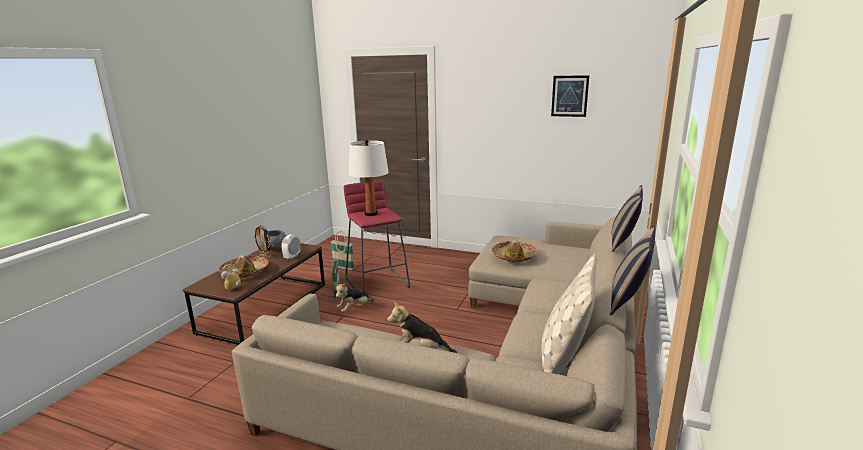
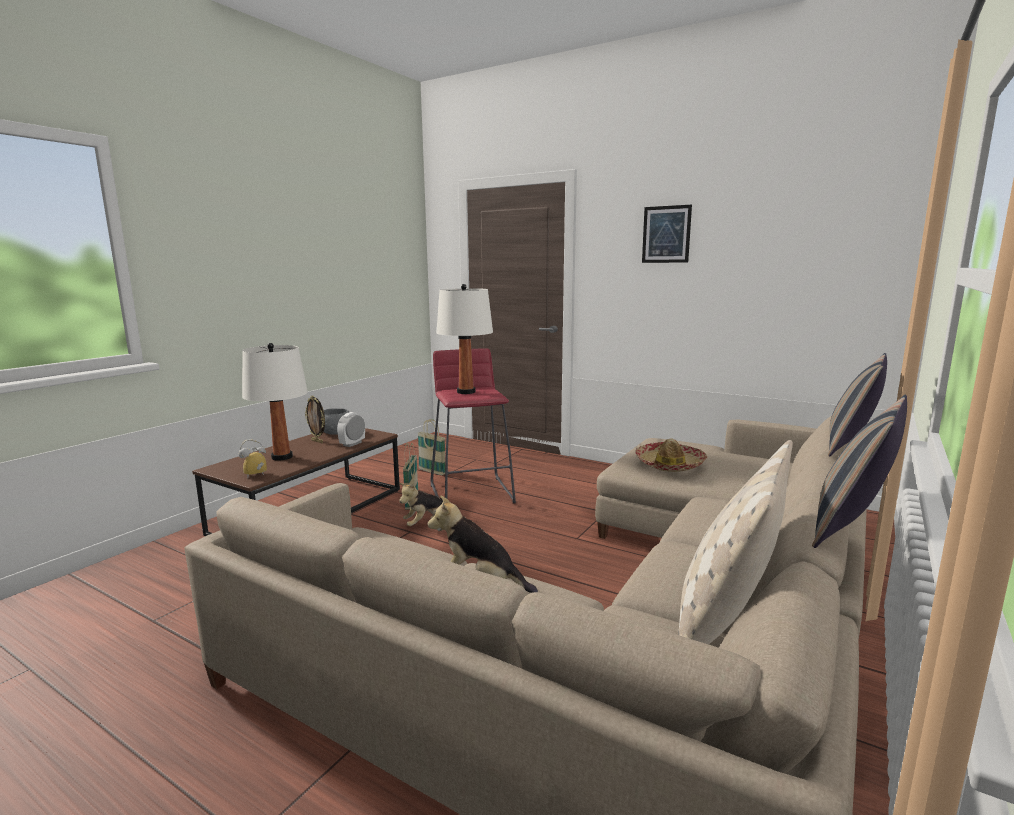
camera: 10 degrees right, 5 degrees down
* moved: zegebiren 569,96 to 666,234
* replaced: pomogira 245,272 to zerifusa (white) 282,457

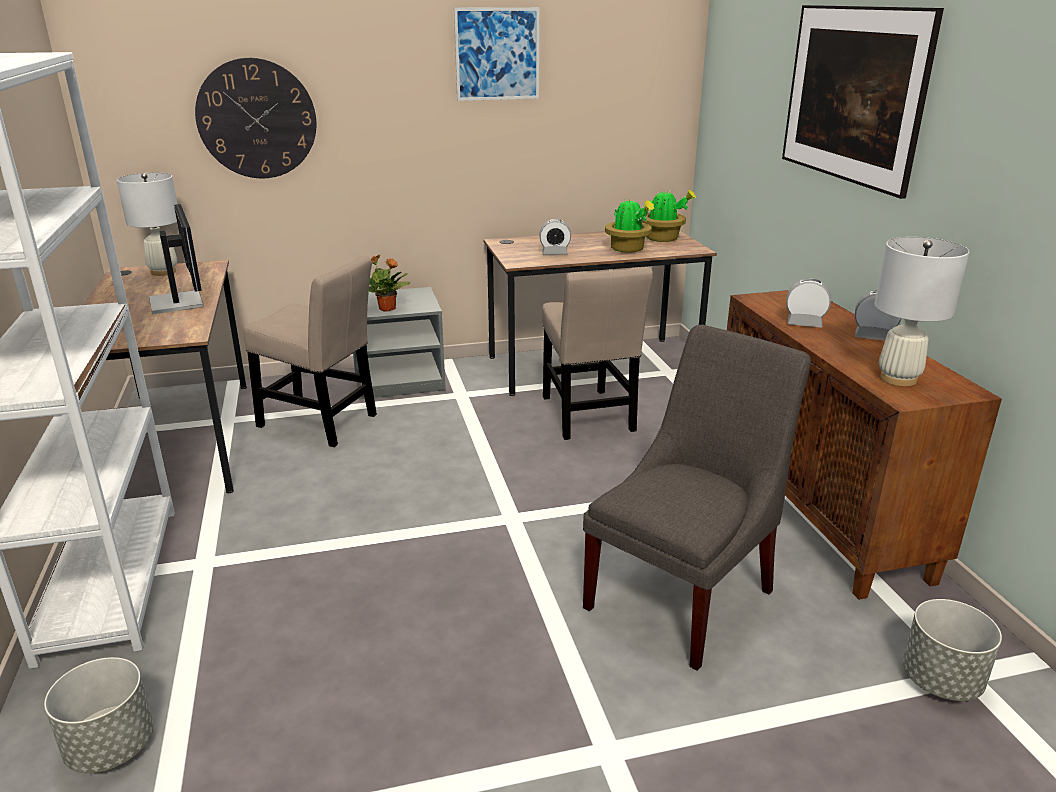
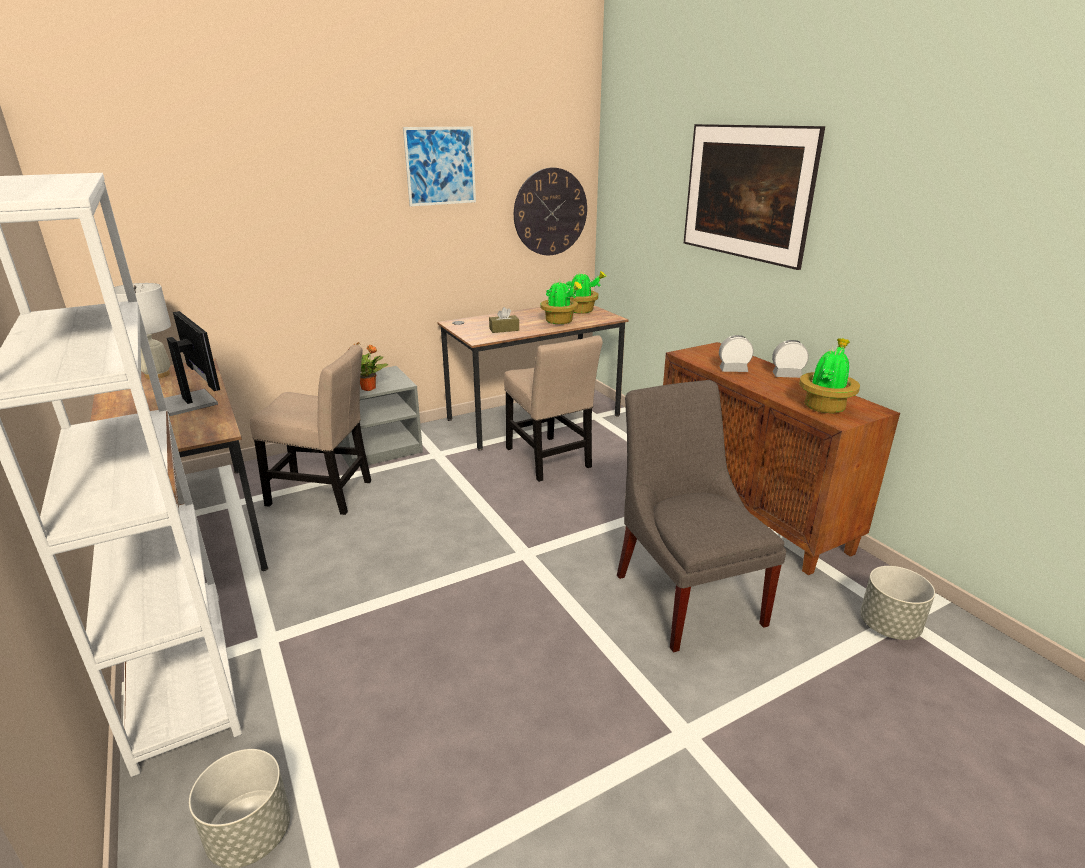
camera: 15 degrees left, 0 degrees up
* moved: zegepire 257,119 to 550,212
* replaced: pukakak 554,253 to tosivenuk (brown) 504,329
* replaced: zerifusa (white) 898,379 to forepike 824,406
* turned: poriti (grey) 685,595 = 686,594 45 degrees counterclockwise

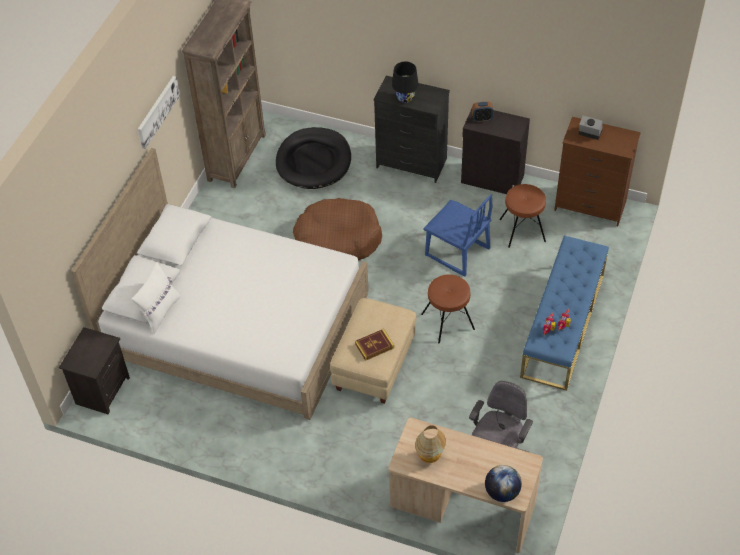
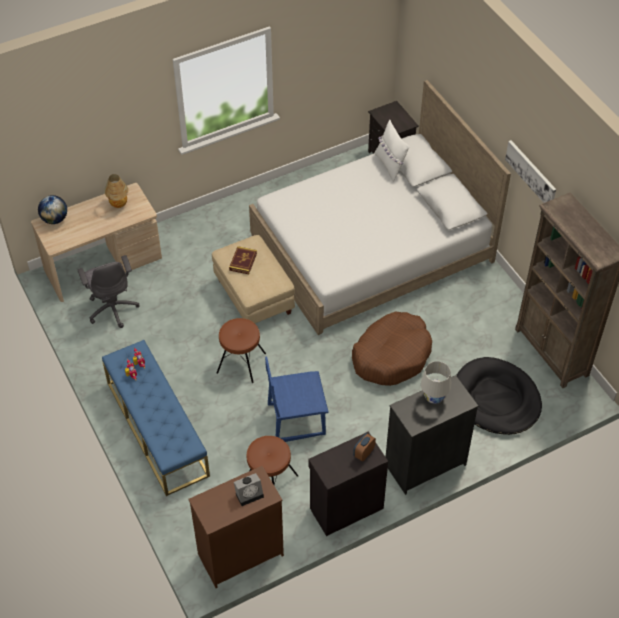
camera: 130 degrees right, 0 degrees up
* recoloured: zerifusa (black) 405,98 to zerifusa (white) 433,397

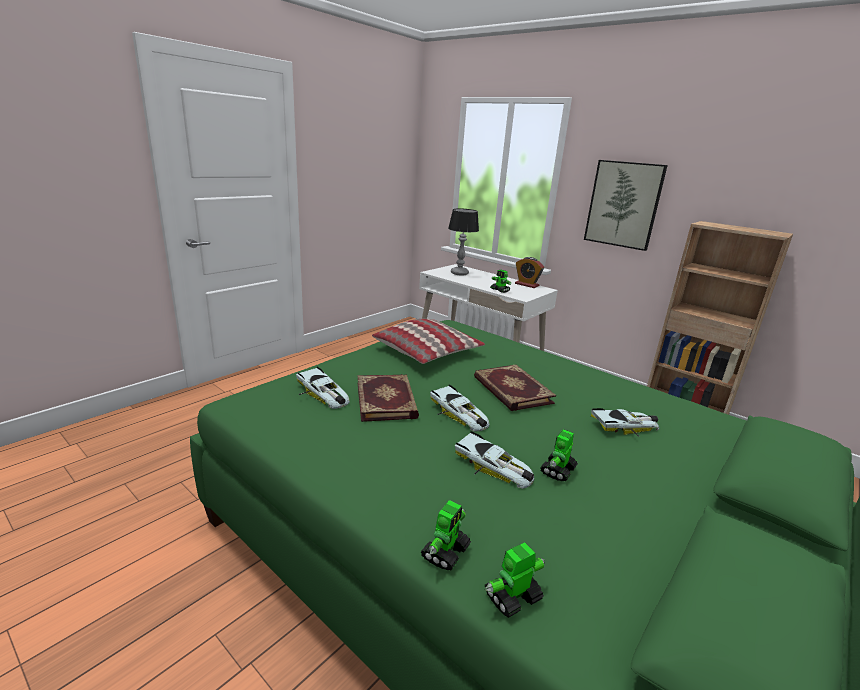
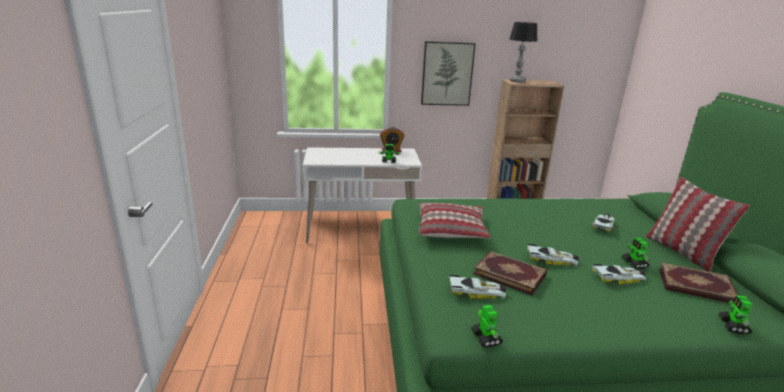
camera: 45 degrees left, 0 degrees up
* added: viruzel 682,252
* moved: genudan 446,552 to 485,338
* moved: zerifusa 459,273 to 517,81
* moved: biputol 511,390 to 696,286

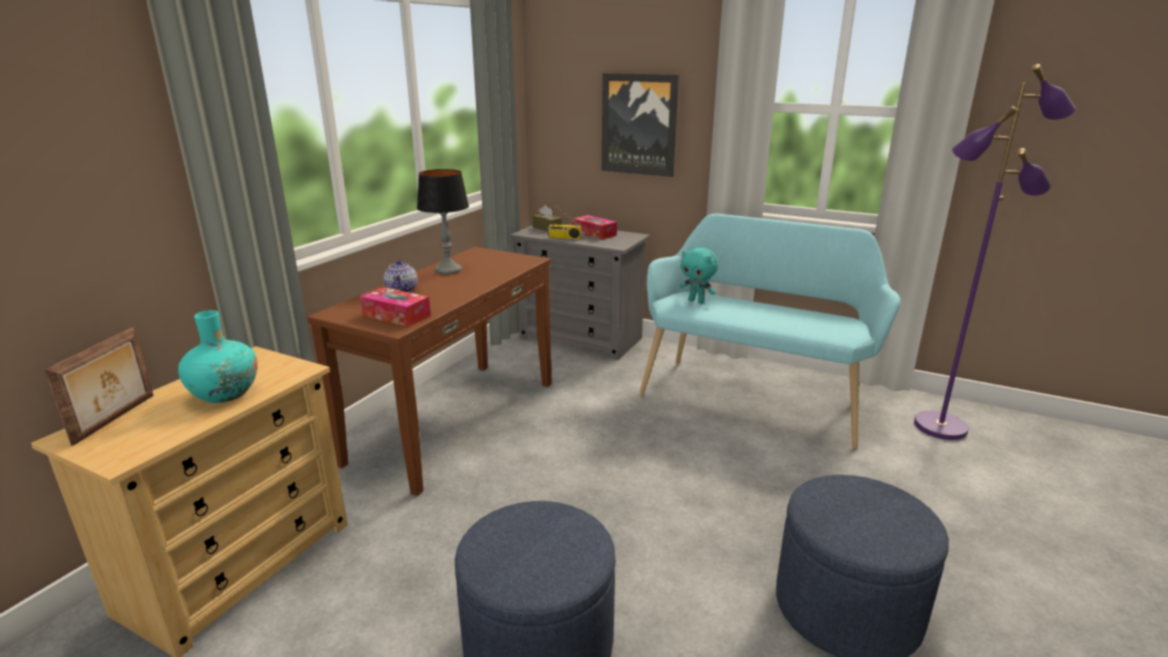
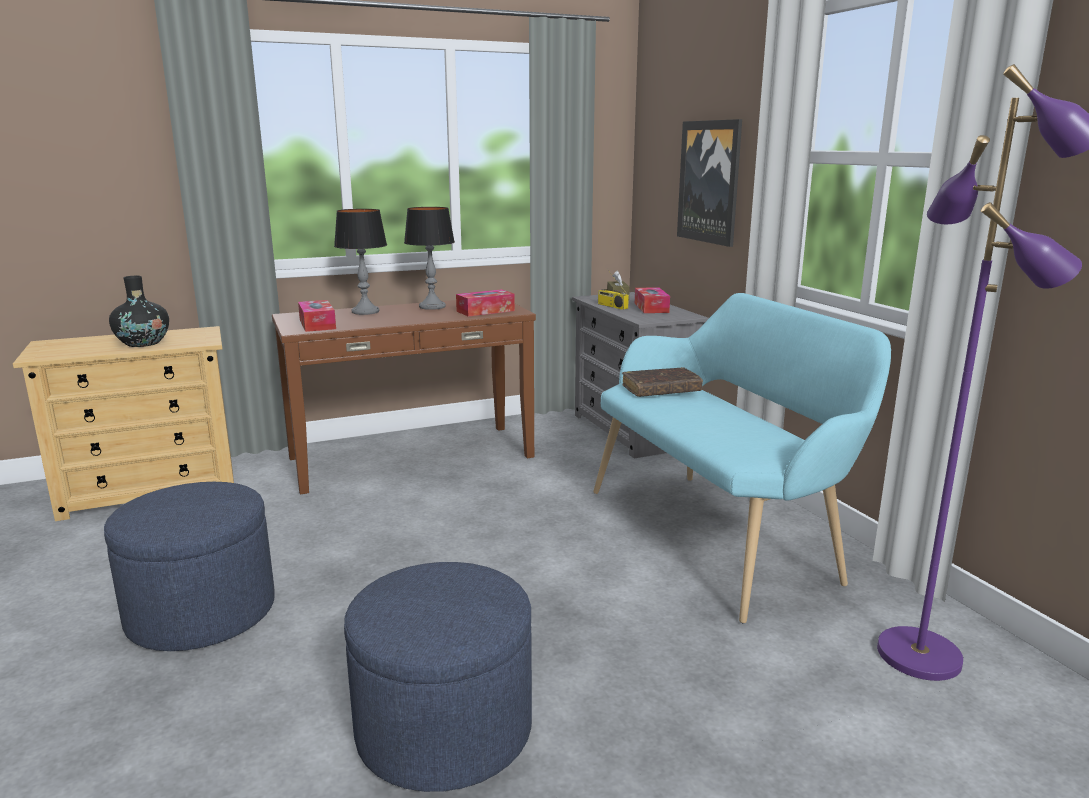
camera: 40 degrees right, 5 degrees down
* removed: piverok 116,419
* added: tosivenuk 485,311
* replaced: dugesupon 402,290 to zerifusa 365,312
* replaced: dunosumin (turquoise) 697,301 to biputol (brown) 661,390
* recoloured: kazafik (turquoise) 225,394 to kazafik (black) 143,343

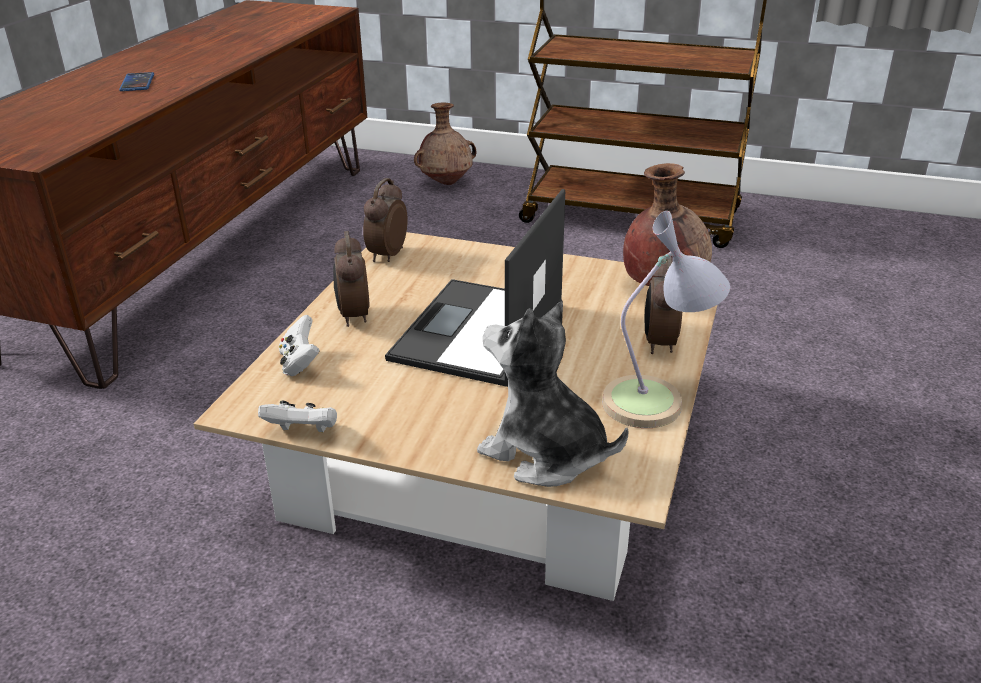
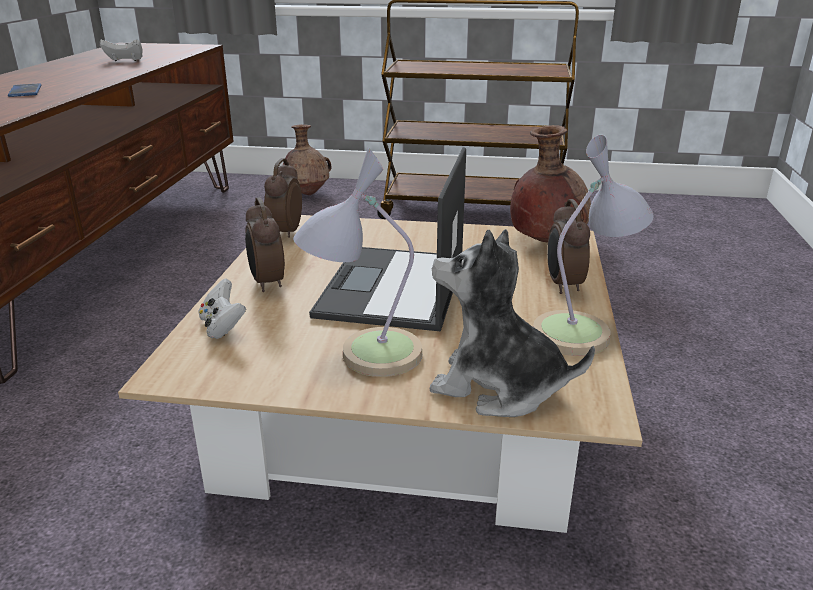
camera: 10 degrees left, 5 degrees down
* added: zerifusa 363,355
* moved: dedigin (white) 303,432 to 125,61

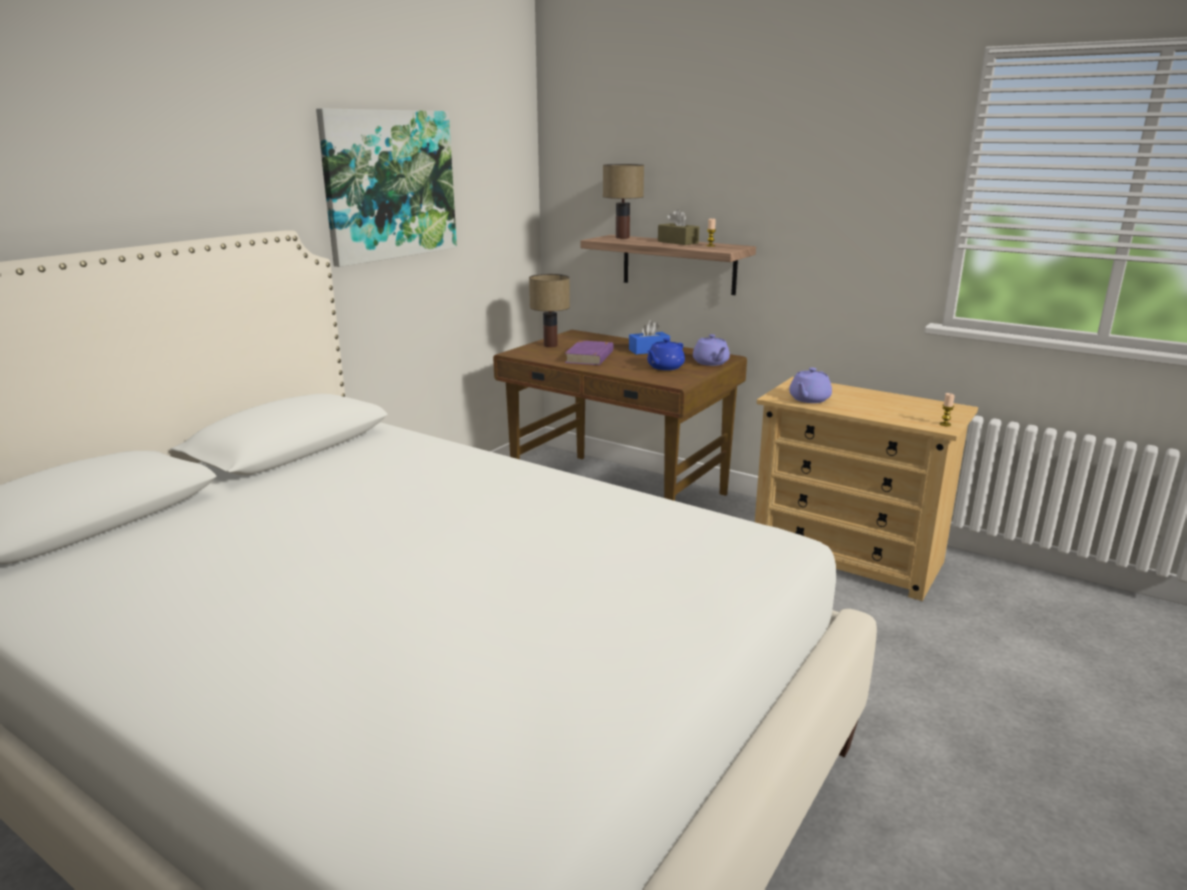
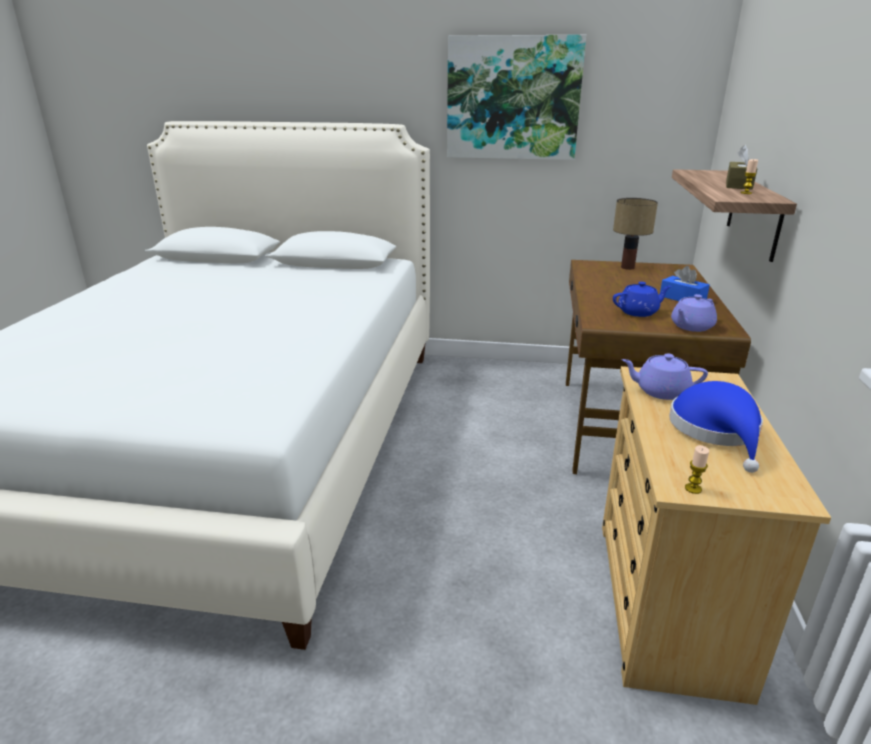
camera: 65 degrees right, 5 degrees up
* removed: biputol (purple) 590,357
* removed: zerifusa 622,238
* added: pomogira (blue) 717,431
* turned: dugesupon (blue) 664,367 = 638,312 150 degrees clockwise

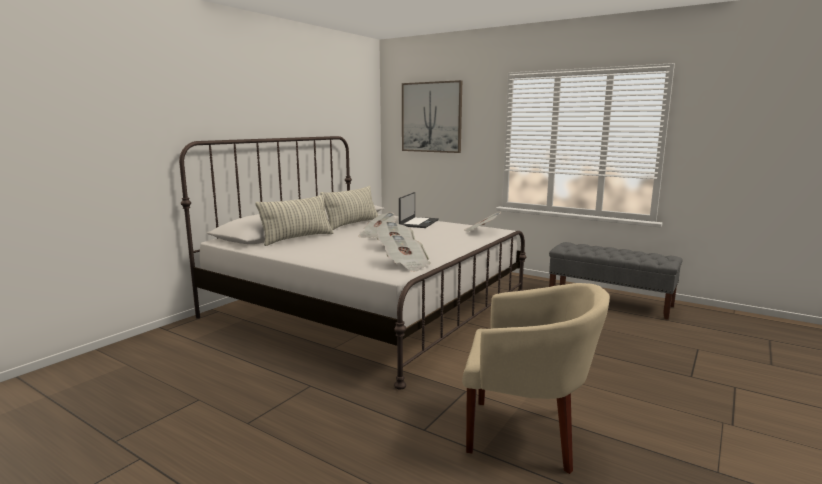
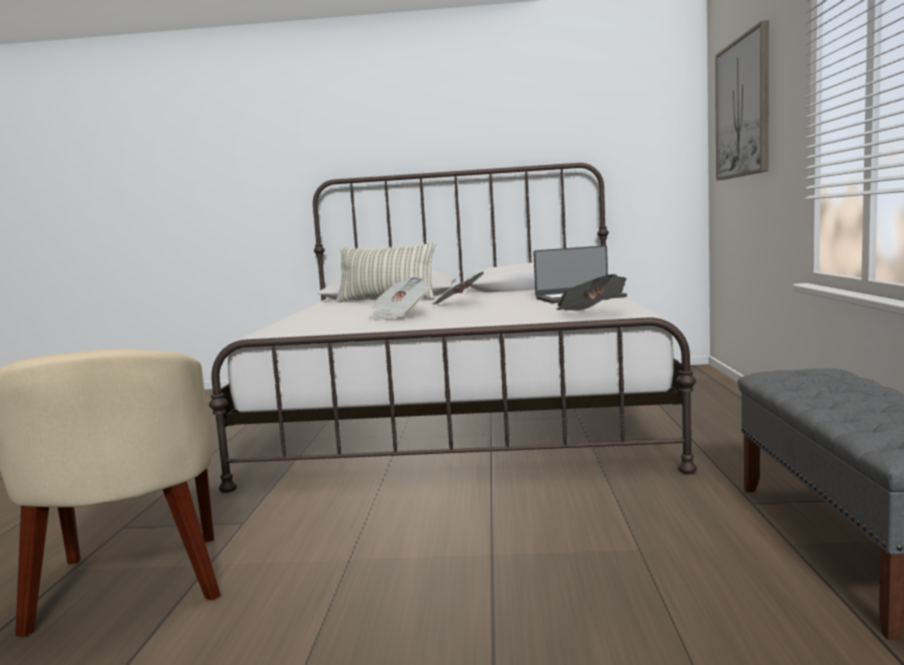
camera: 60 degrees right, 5 degrees down
* removed: viruzel 352,224
* removed: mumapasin 407,265

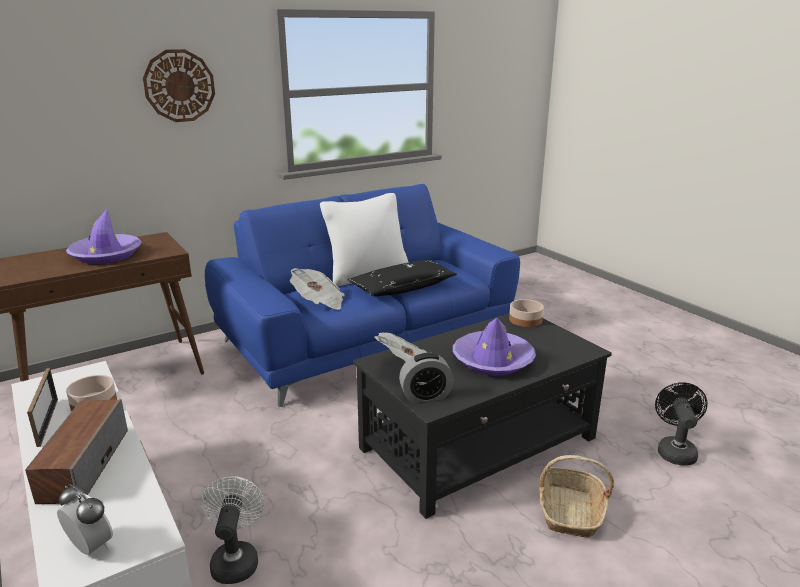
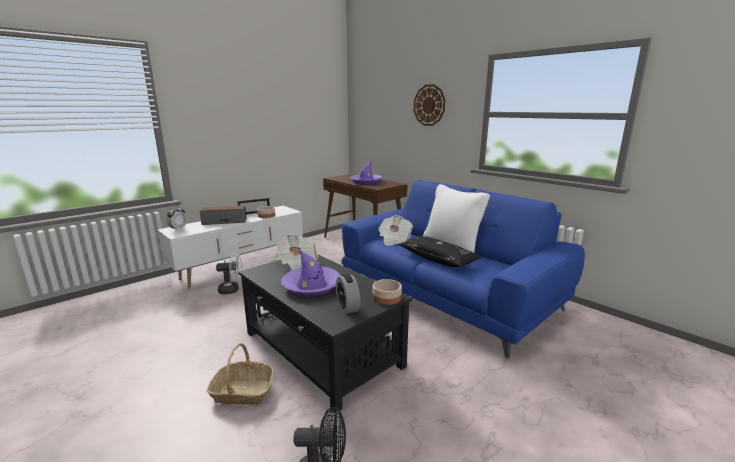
camera: 80 degrees right, 5 degrees down
* moved: pukakak 425,396 to 347,307

